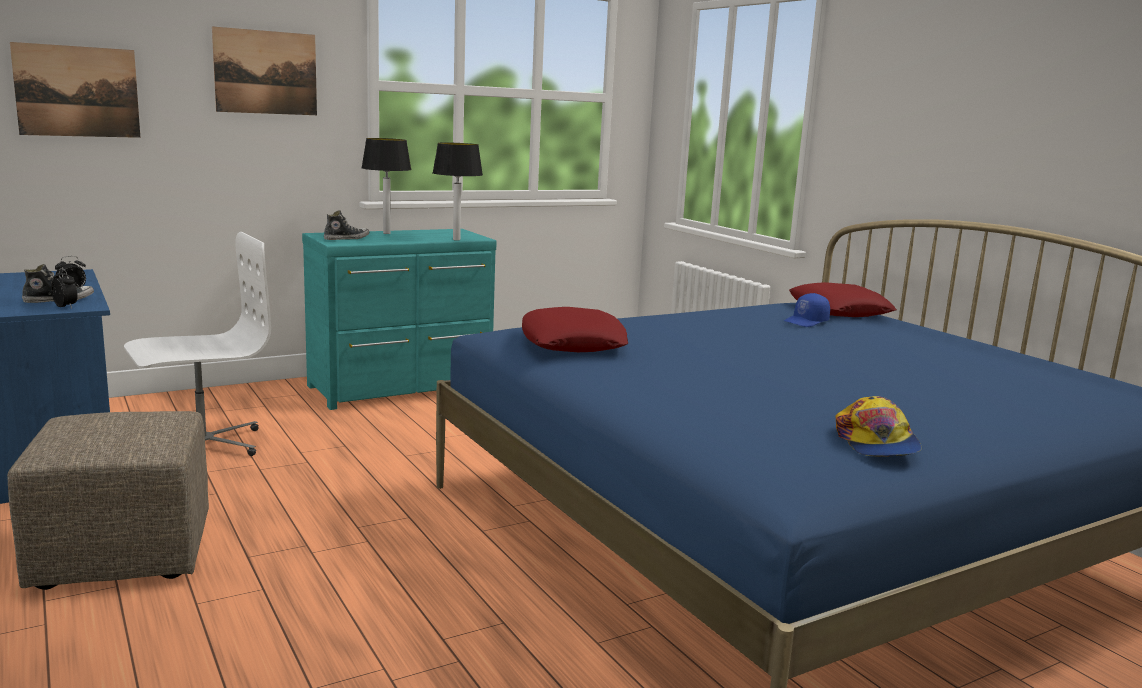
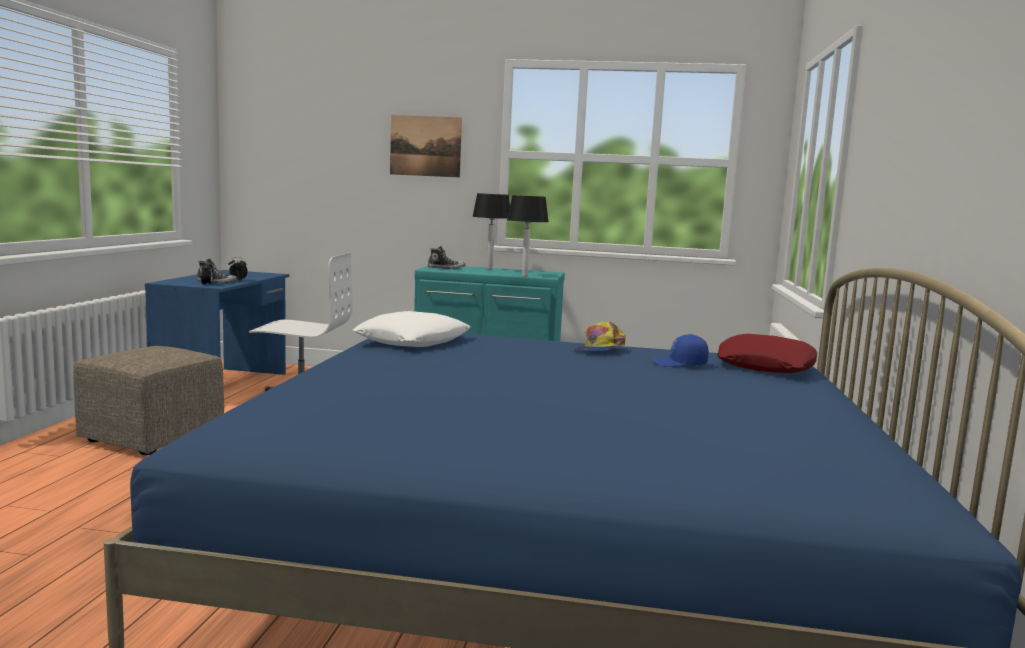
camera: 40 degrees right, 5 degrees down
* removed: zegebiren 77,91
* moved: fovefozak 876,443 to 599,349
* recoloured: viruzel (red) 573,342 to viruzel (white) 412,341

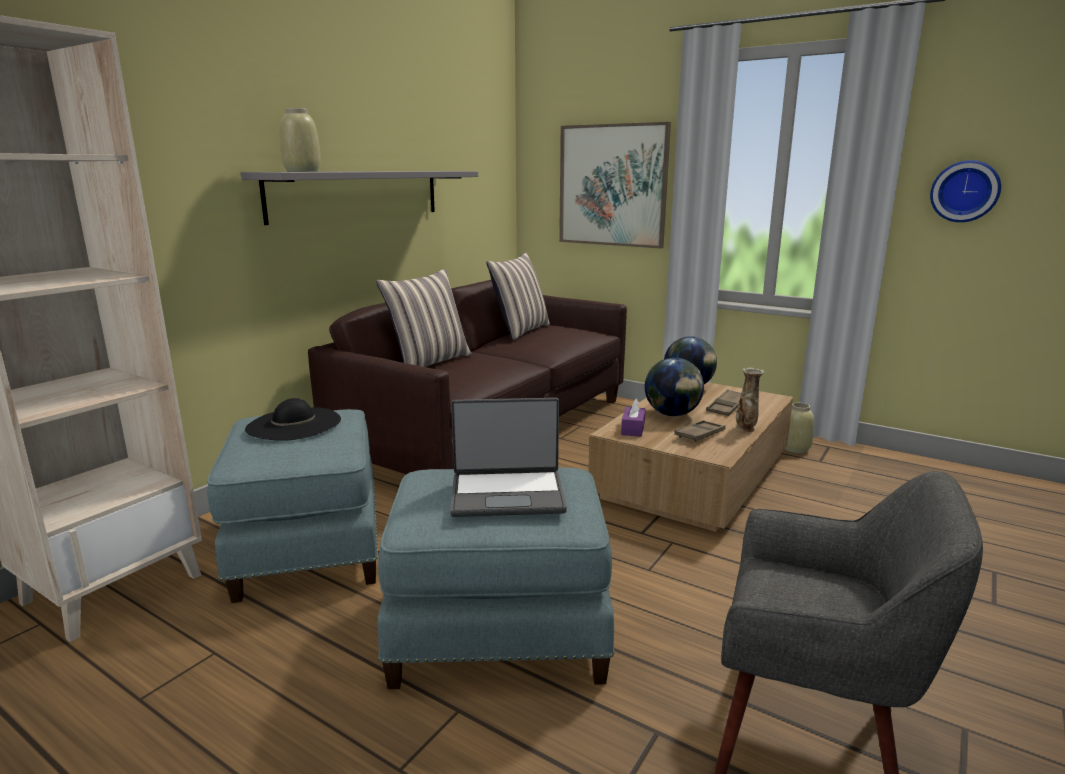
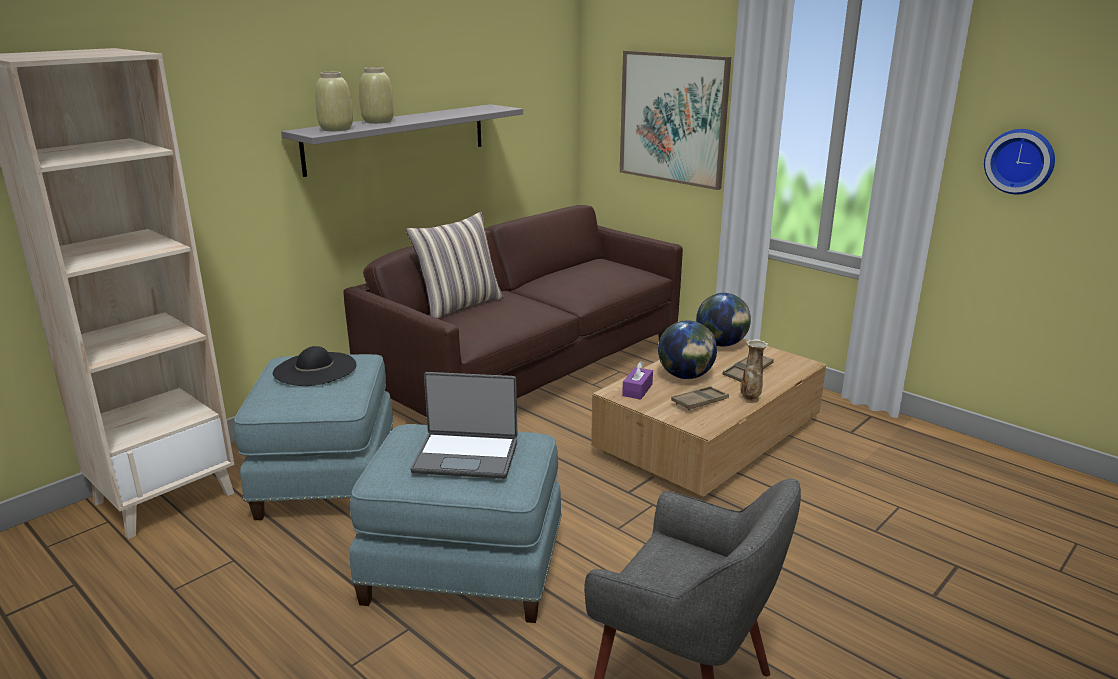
camera: 10 degrees right, 5 degrees up
* removed: viruzel 520,330
* moved: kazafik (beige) 795,449 to 378,121

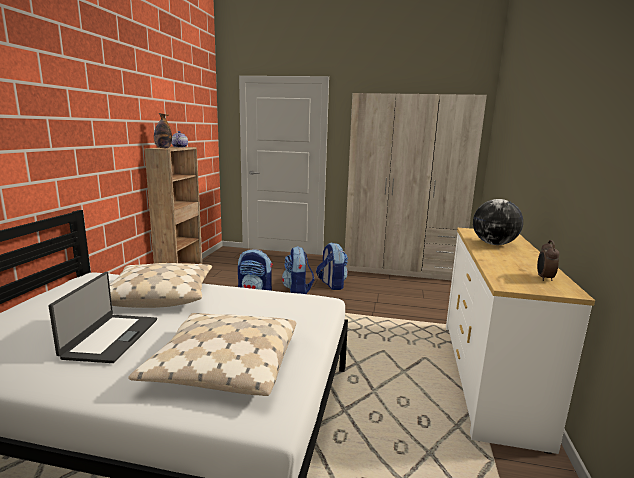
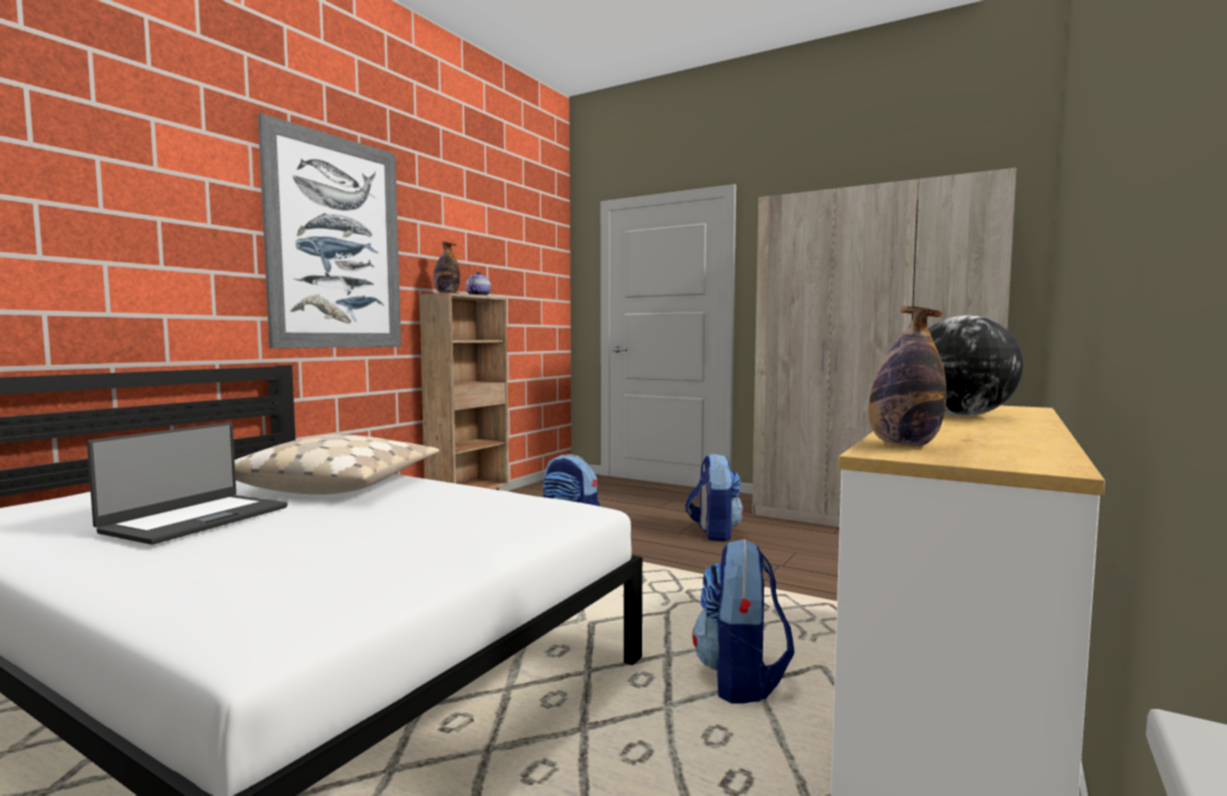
camera: 20 degrees right, 10 degrees down
* removed: viruzel (beige) 223,366
* removed: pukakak 544,278
* added: zegebiren 336,243
* added: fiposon 903,445
* moved: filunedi 297,290 to 741,679

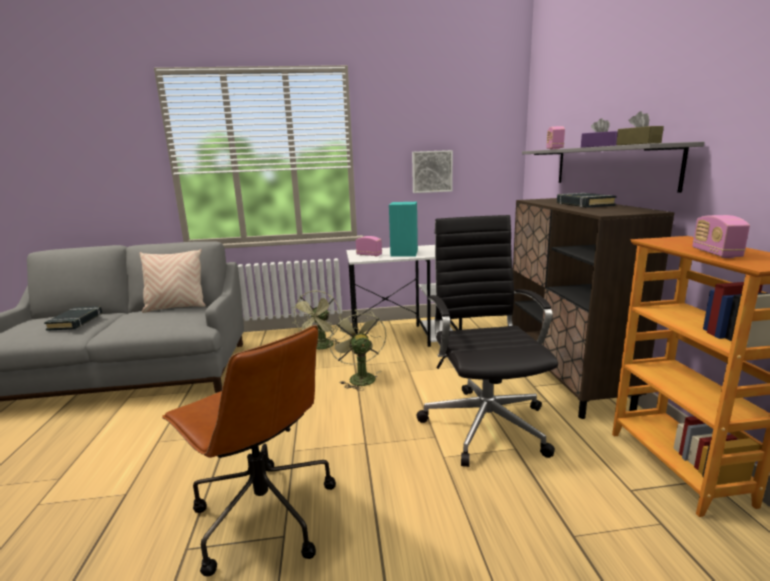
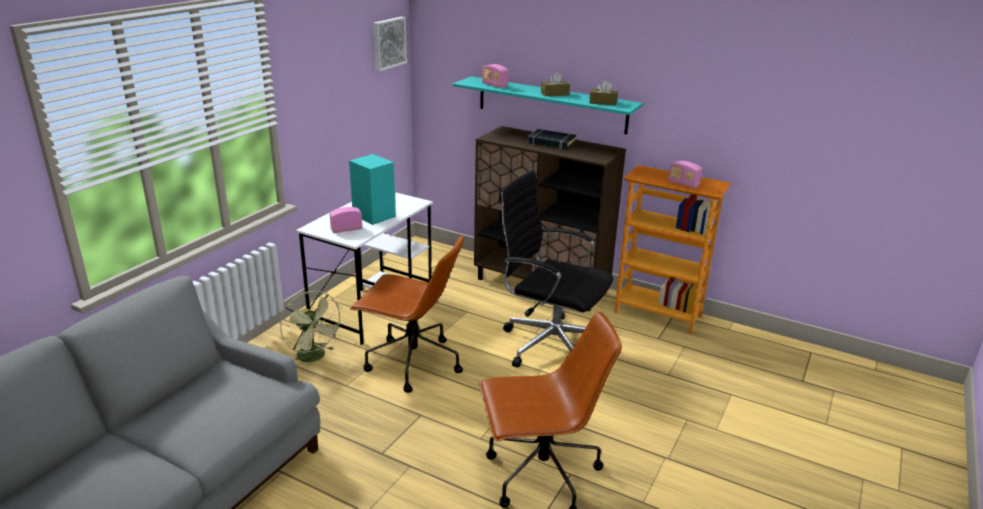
camera: 55 degrees left, 10 degrees up
* removed: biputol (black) 76,321
* removed: viruzel (beige) 176,307
* moved: zegebiren 432,171 to 388,43
* replaced: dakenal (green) 359,377 to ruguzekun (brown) 412,363
* recoloured: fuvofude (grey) 610,166 to fuvofude (turquoise) 551,104
* recoloured: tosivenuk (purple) 598,146 to tosivenuk (brown) 555,94

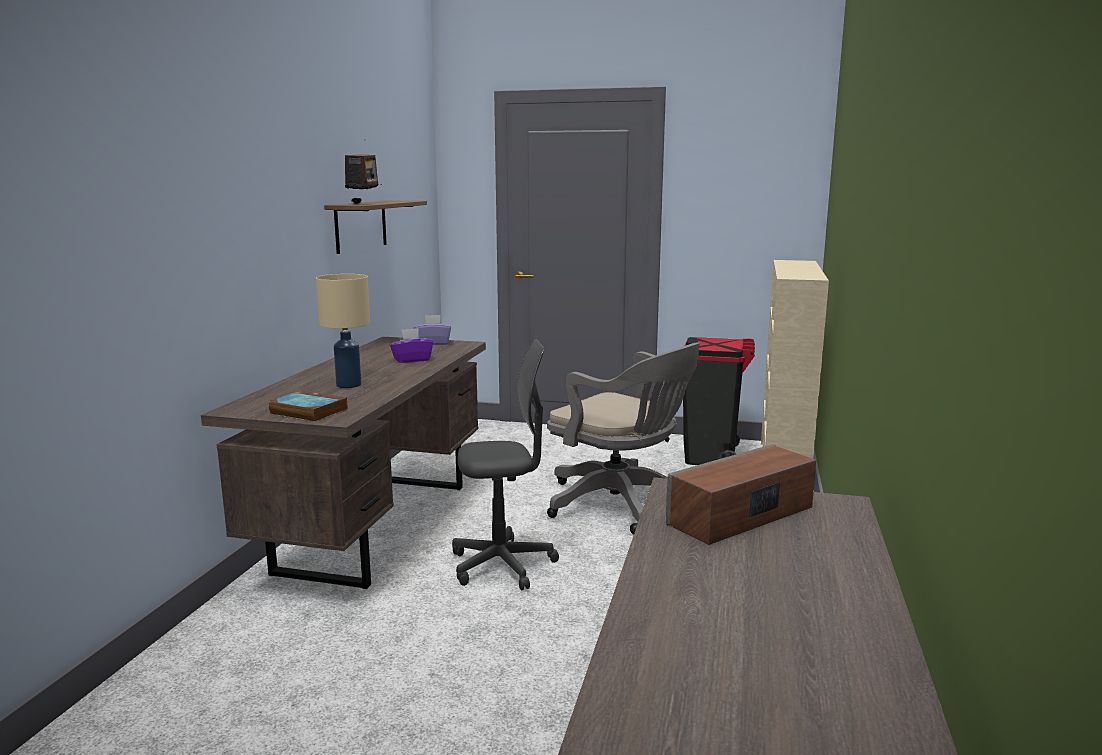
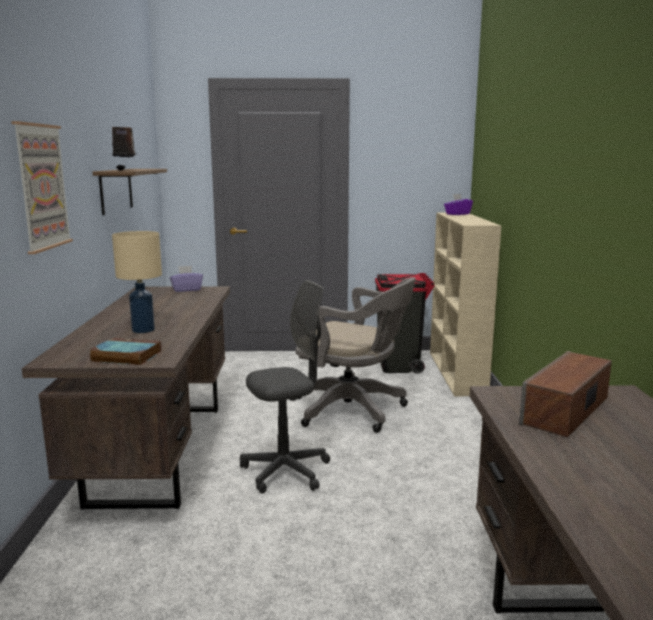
camera: 15 degrees left, 0 degrees up
* added: zegebiren 41,187
* moved: tosivenuk (purple) 411,360 to 457,214

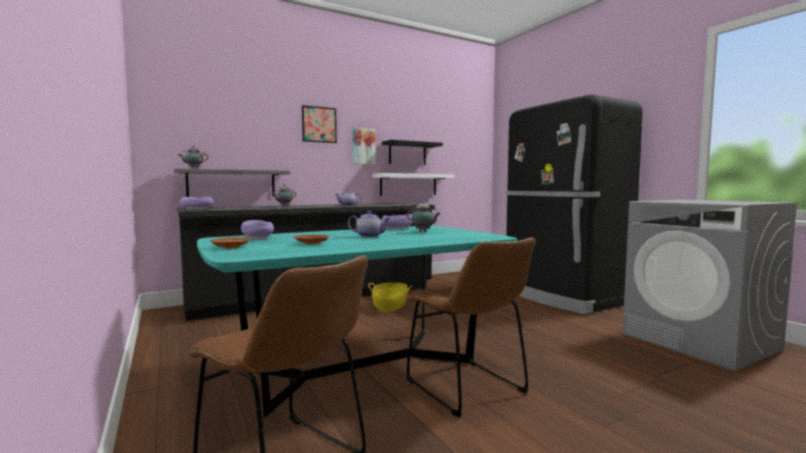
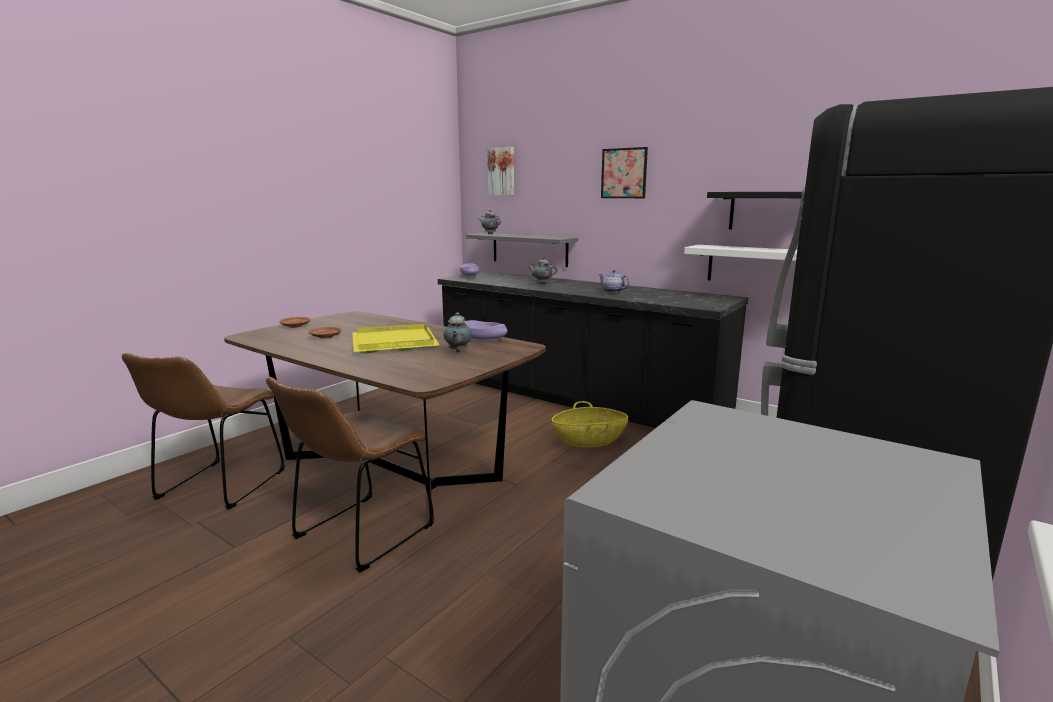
camera: 65 degrees right, 10 degrees up
* removed: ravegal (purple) 257,238
* moved: zegebiren 363,146 to 502,171
* replaced: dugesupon 369,236 to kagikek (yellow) 395,341
* recoloured: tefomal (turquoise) 361,367 to tefomal (brown) 390,469

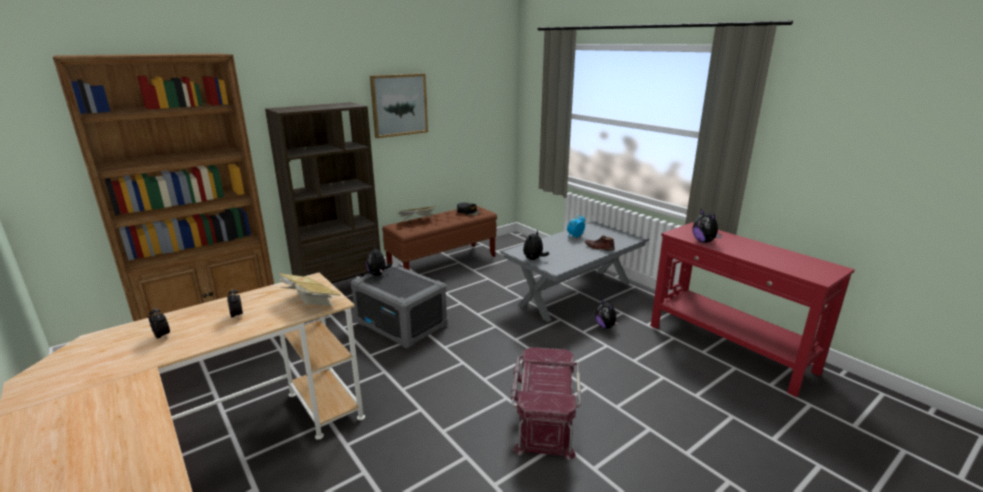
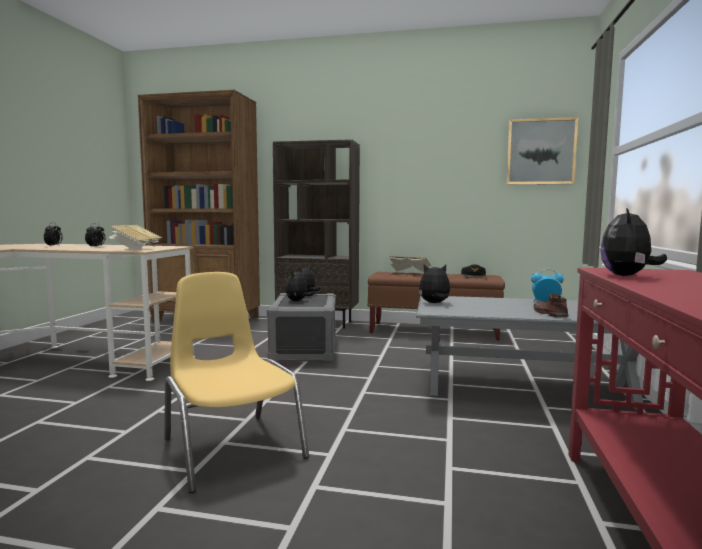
camera: 50 degrees right, 15 degrees down
* moved: zegebiren 399,105 to 540,152
* moved: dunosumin 606,326 to 298,301
* replaced: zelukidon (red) 543,418 to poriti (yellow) 231,447

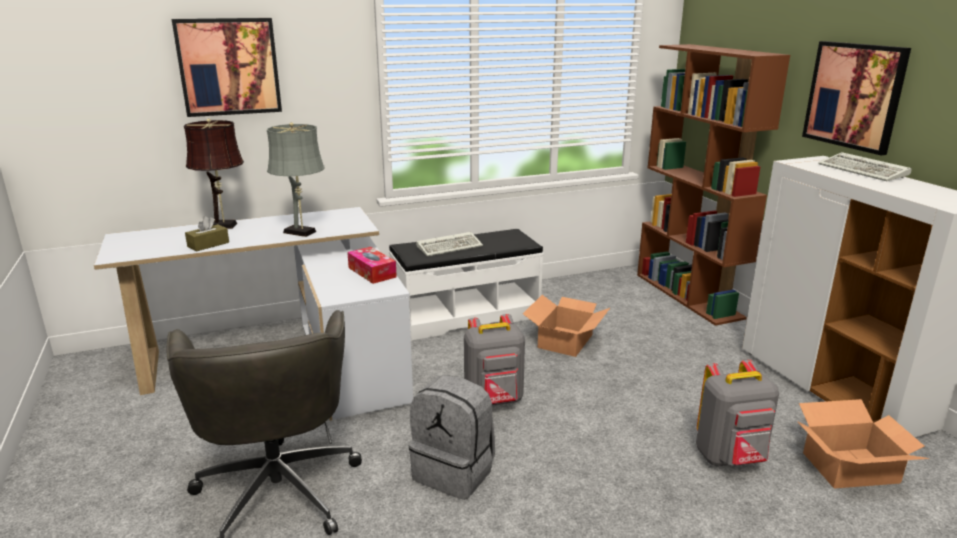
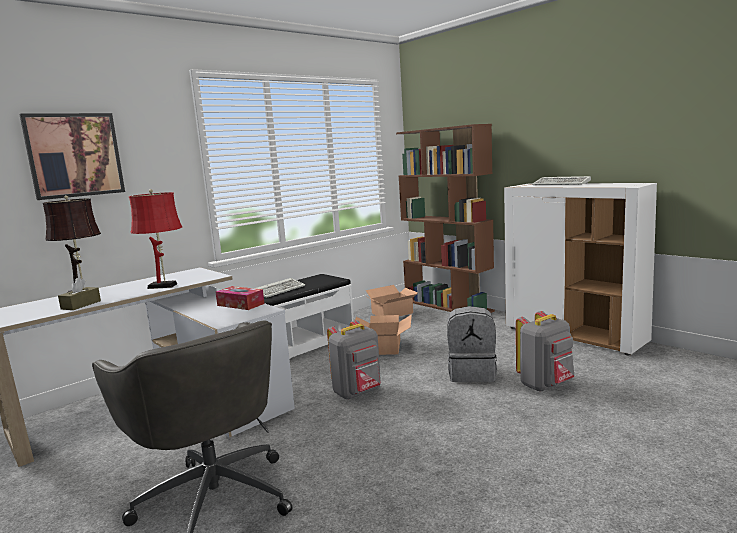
camera: 20 degrees left, 10 degrees down
* removed: zegebiren 854,96
* moved: filunedi (grey) 455,472 to 472,373
* moved: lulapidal 851,468 to 392,313
* recoloured: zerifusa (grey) 302,233 to zerifusa (red) 165,286

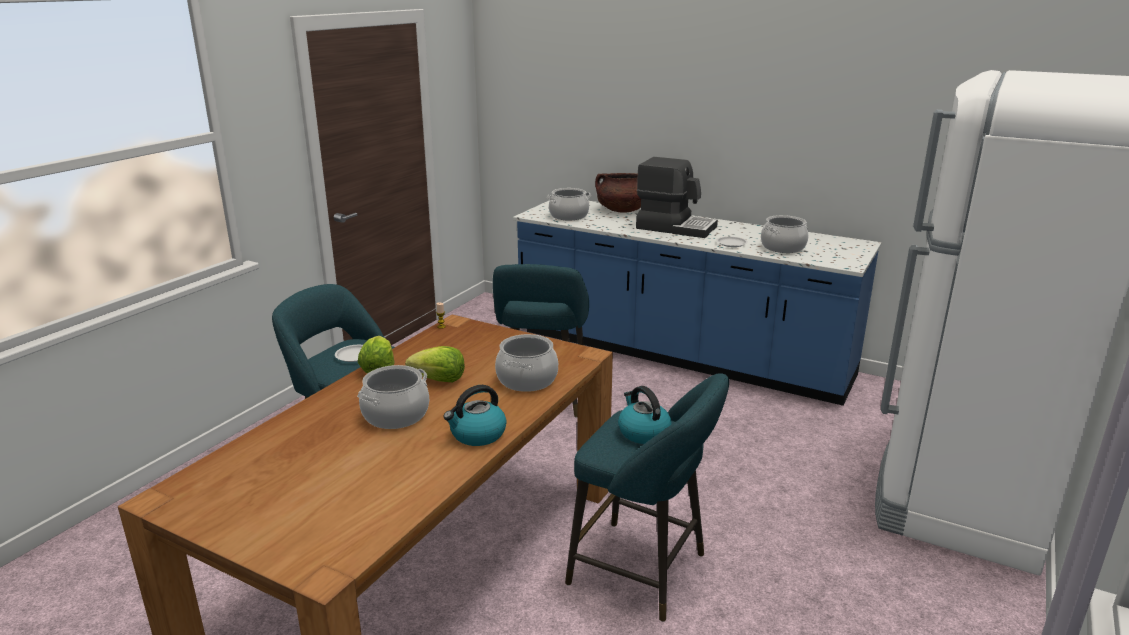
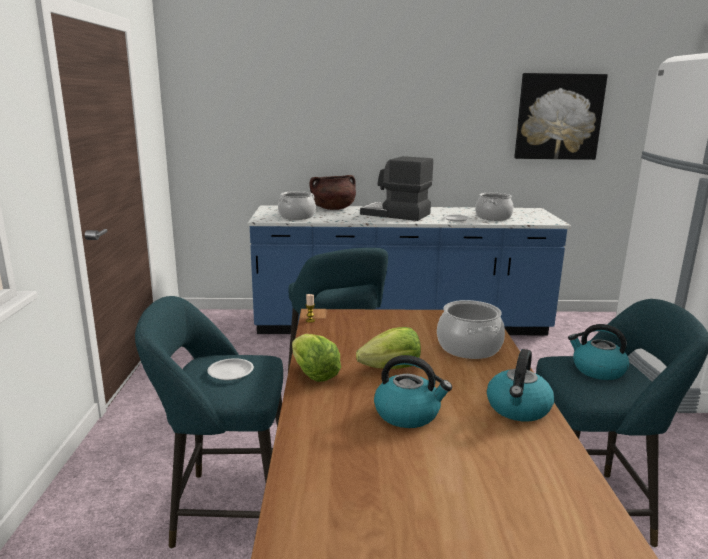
camera: 30 degrees left, 5 degrees down
* added: zegebiren 558,117
* replaced: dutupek 395,415 to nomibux 408,414
* turned: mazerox 675,227 = 395,214 150 degrees counterclockwise

